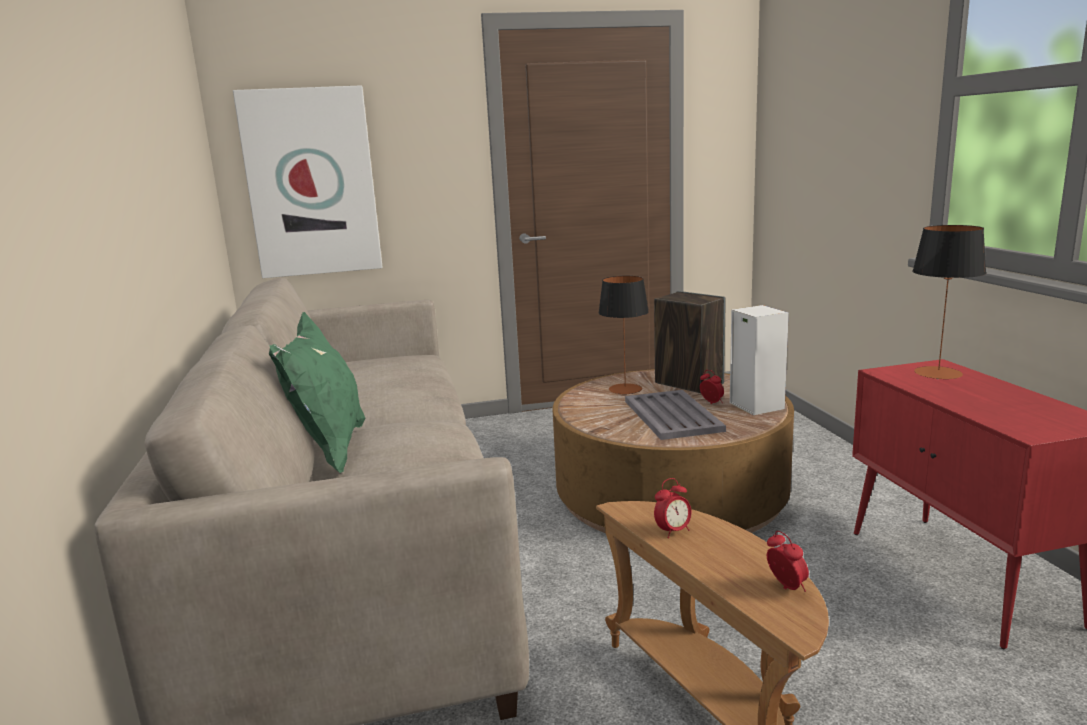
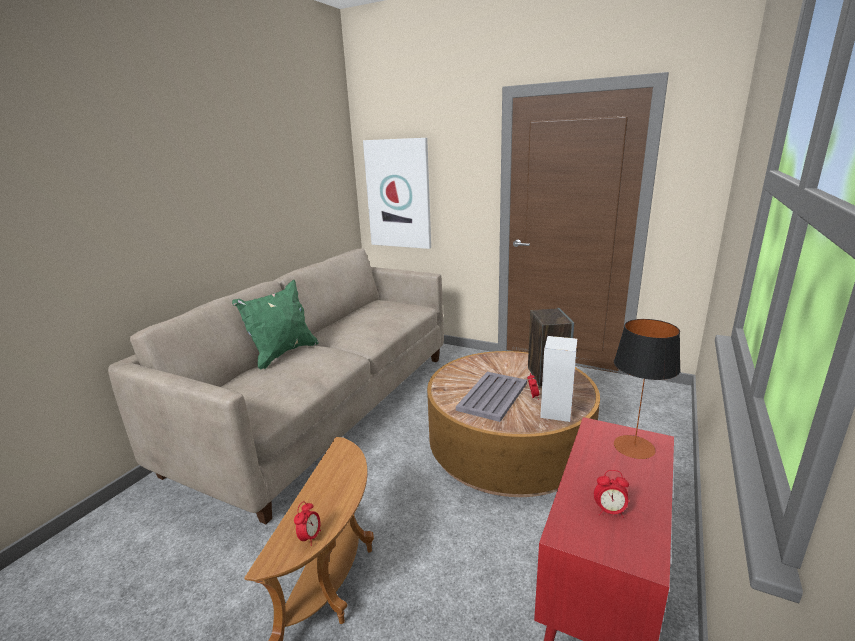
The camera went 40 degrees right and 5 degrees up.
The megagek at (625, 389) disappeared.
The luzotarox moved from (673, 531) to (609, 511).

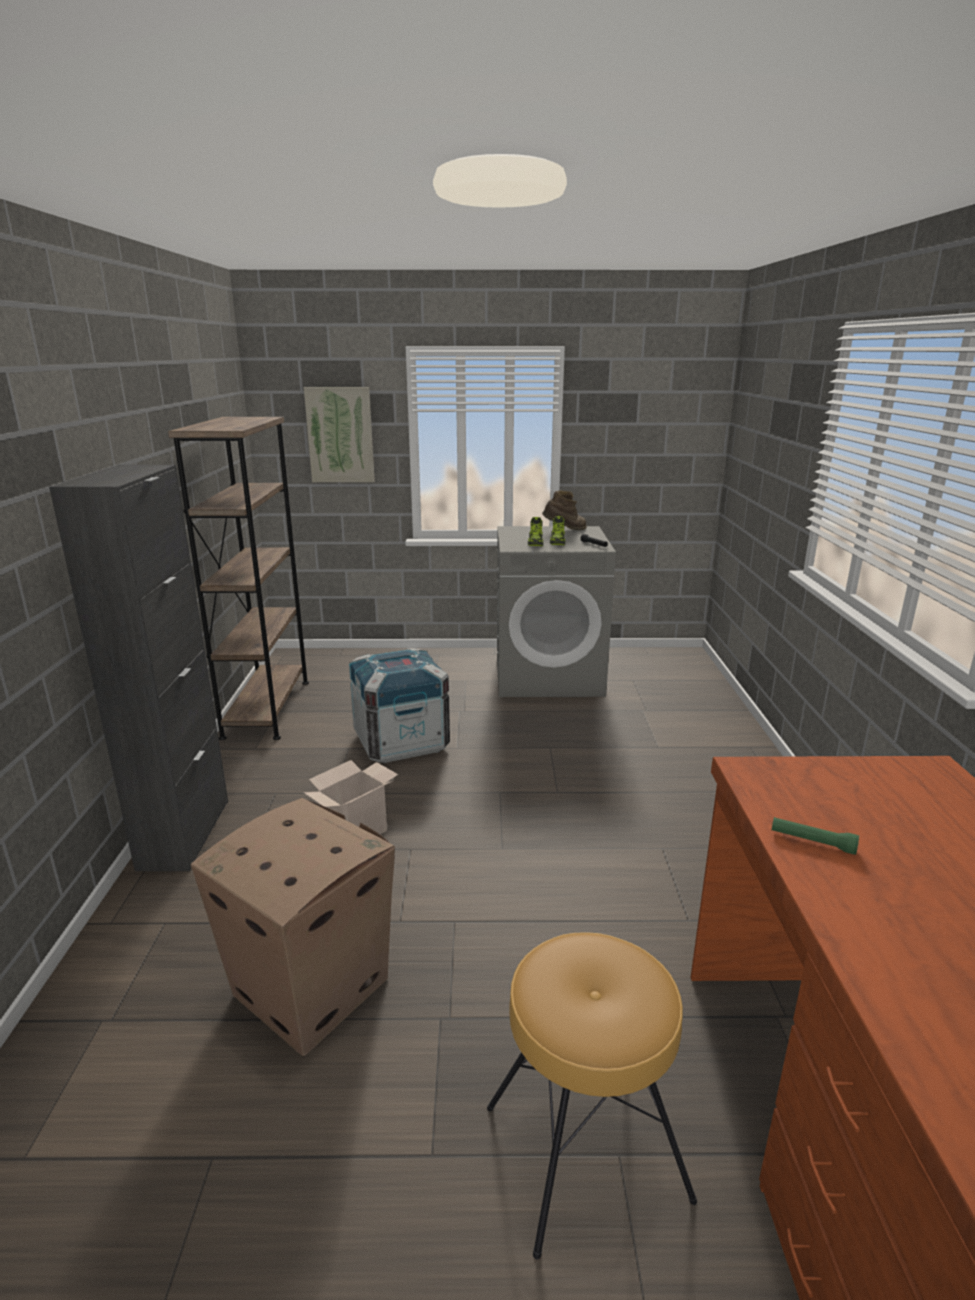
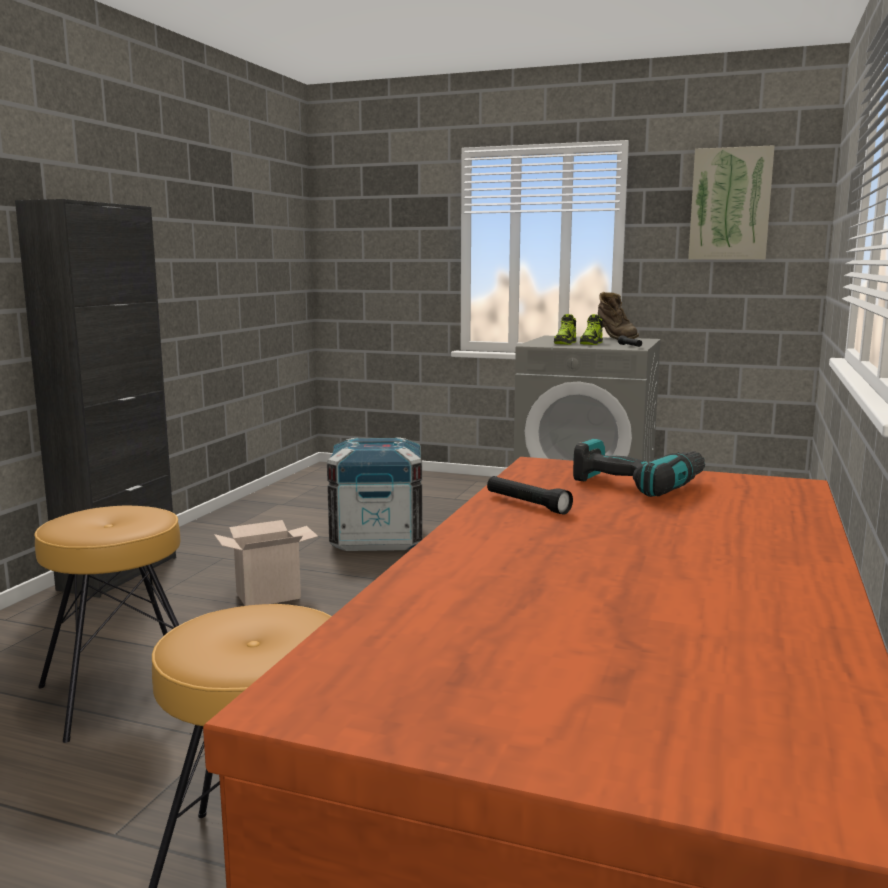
The camera went 20 degrees right and 10 degrees down.
The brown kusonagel at (267, 708) disappeared.
The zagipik at (310, 986) was replaced by the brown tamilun at (123, 692).
The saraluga moved from (340, 435) to (730, 204).
The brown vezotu at (565, 530) turned 60 degrees clockwise.
The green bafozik at (812, 842) became the black bafozik at (527, 504).
The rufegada at (637, 483) appeared.

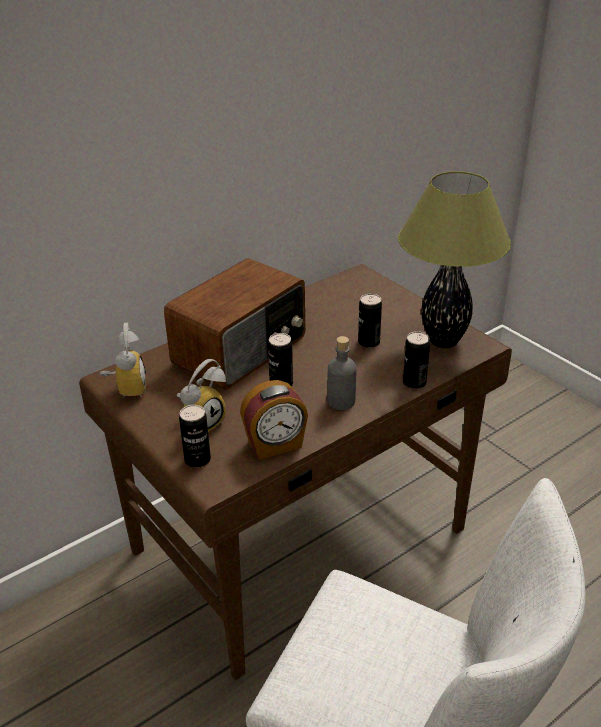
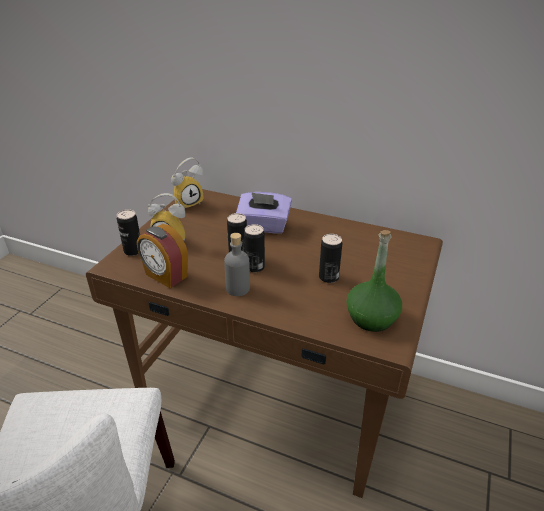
The camera went 60 degrees right and 0 degrees up.
The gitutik at (241, 350) was replaced by the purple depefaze at (264, 226).
The megagek at (443, 341) was replaced by the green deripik at (371, 318).
The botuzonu moved from (414, 382) to (255, 267).

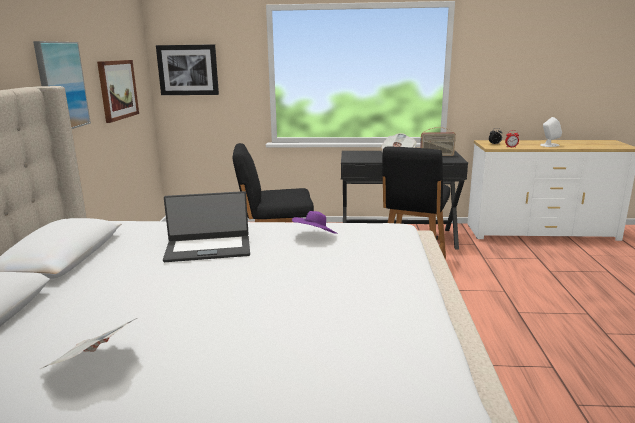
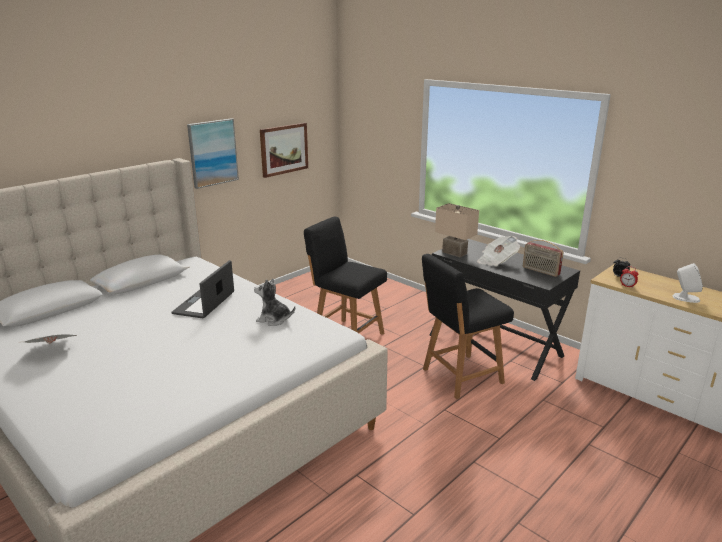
The camera went 40 degrees right and 5 degrees up.
The saraluga at (188, 70) disappeared.
The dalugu at (208, 249) turned 75 degrees clockwise.
The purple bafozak at (315, 237) was replaced by the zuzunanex at (274, 319).
The beige megagek at (455, 252) appeared.

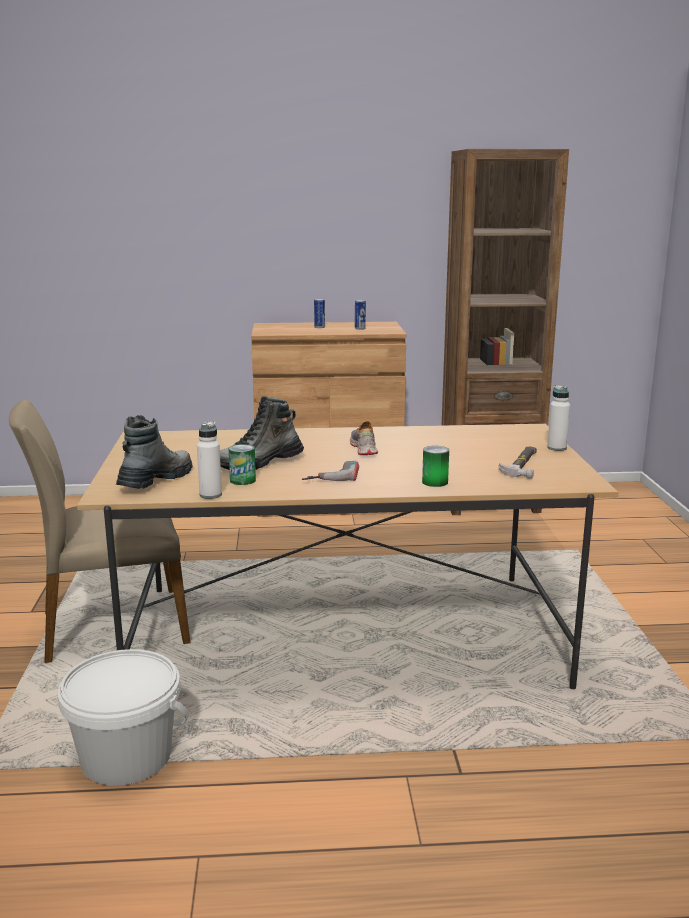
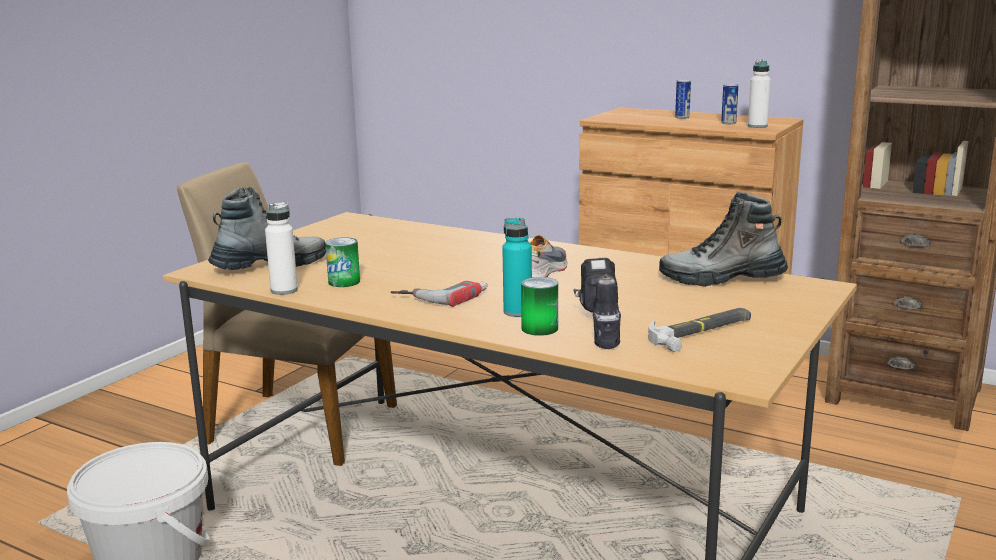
The camera went 35 degrees right and 0 degrees up.
The vezotu moved from (259, 463) to (722, 279).
The white deripik moved from (557, 448) to (757, 126).
The turquoise deripik at (517, 312) appeared.
The rufegada at (597, 329) appeared.

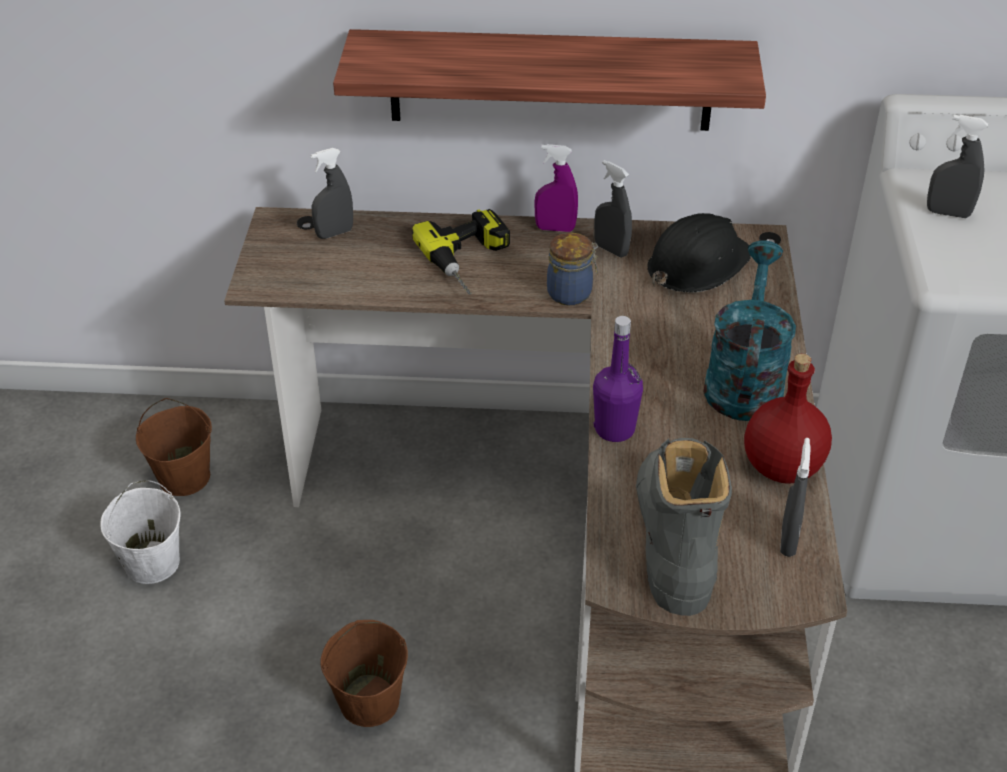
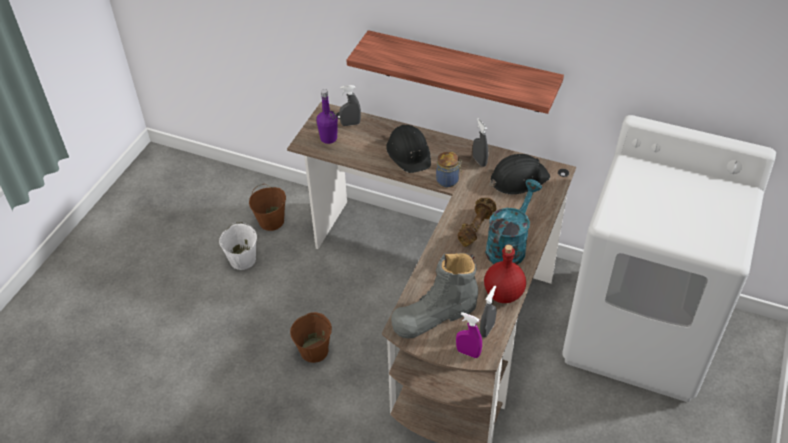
The camera went 20 degrees right and 5 degrees up.
The rufegada at (472, 261) was replaced by the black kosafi at (409, 153).
The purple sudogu moved from (555, 229) to (468, 352).
The purple deripik moved from (614, 429) to (328, 138).
The grey vezotu at (674, 539) turned 135 degrees counterclockwise.
The grey sudogu at (948, 213) disappeared.
The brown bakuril at (475, 228) appeared.

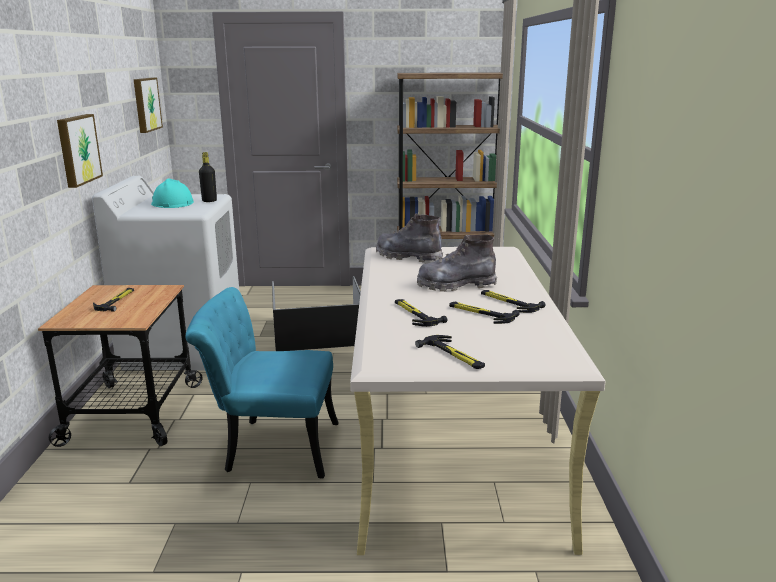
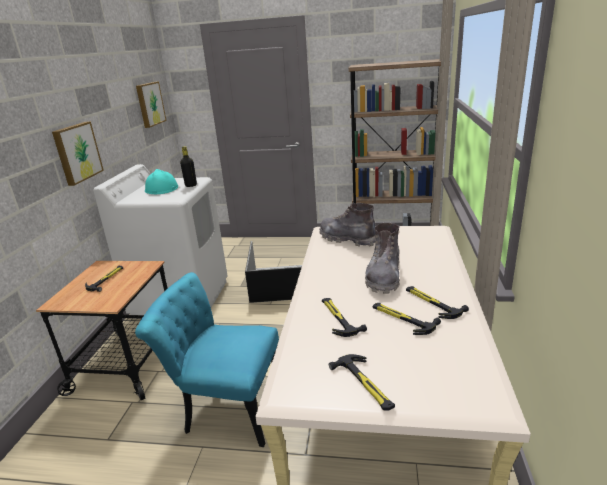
The camera went 10 degrees right and 5 degrees up.
The grey vezotu at (455, 285) turned 75 degrees counterclockwise.

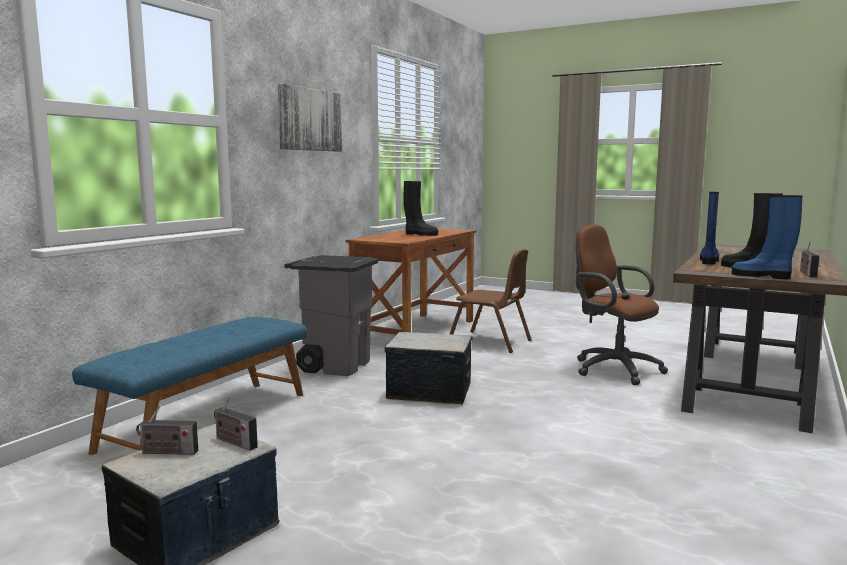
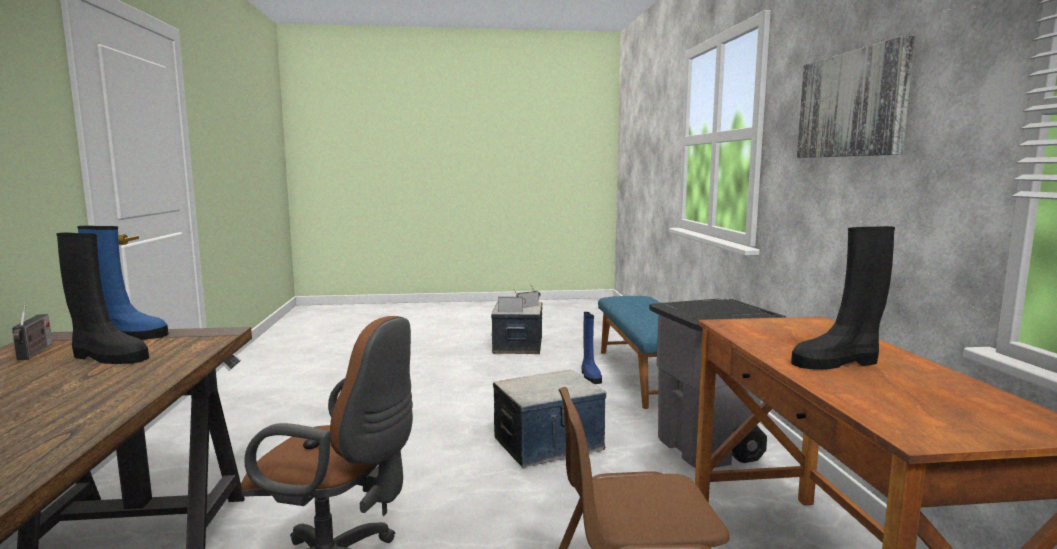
The camera went 145 degrees right and 0 degrees up.
The blue vezotu moved from (708, 261) to (590, 376).

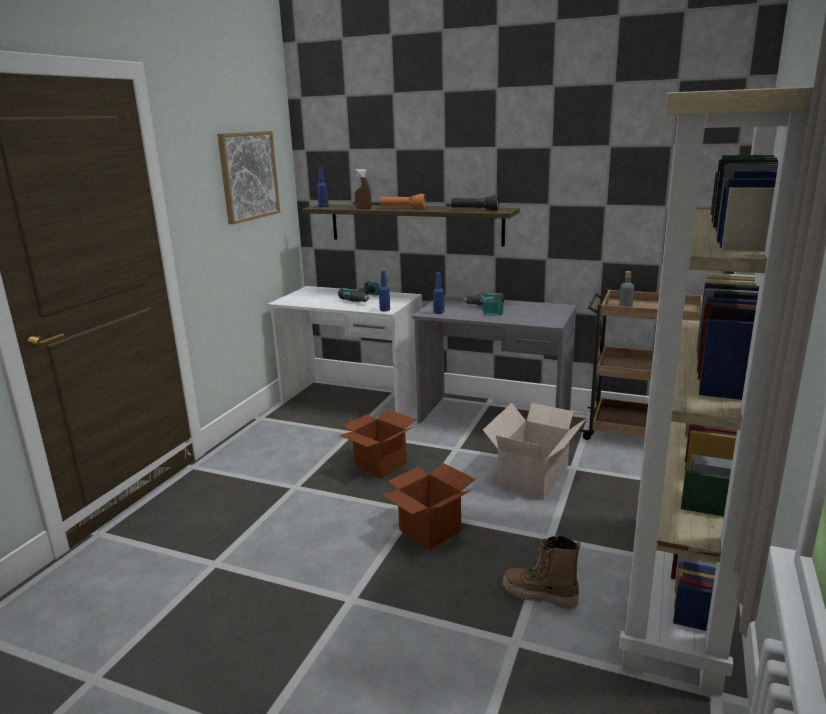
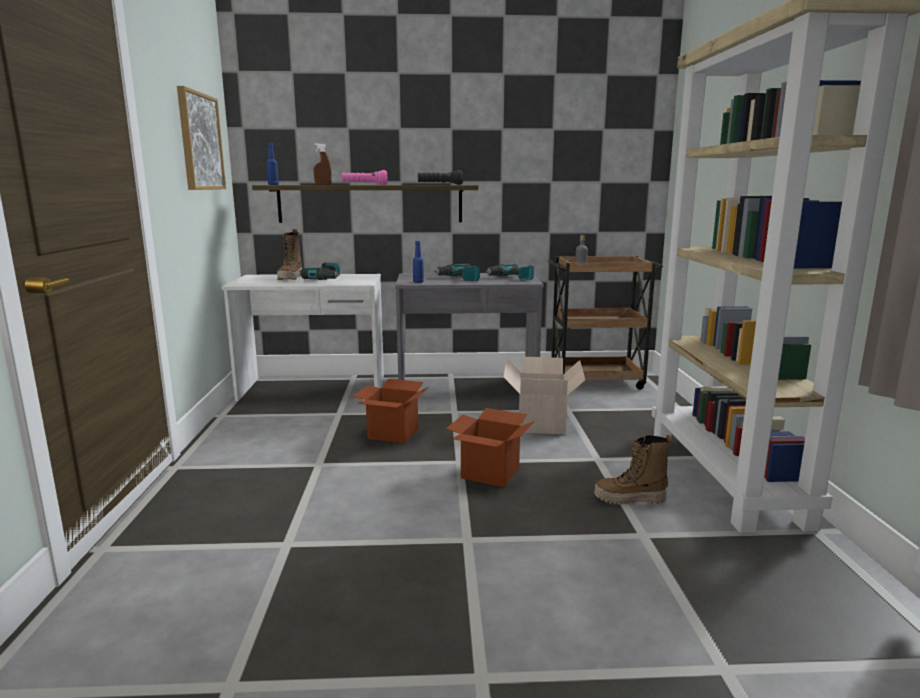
The camera went 25 degrees left and 5 degrees down.
The blue deripik at (385, 310) disappeared.
The orange bafozik at (403, 208) became the pink bafozik at (364, 184).
The vezotu at (291, 278) appeared.
The rufegada at (510, 278) appeared.

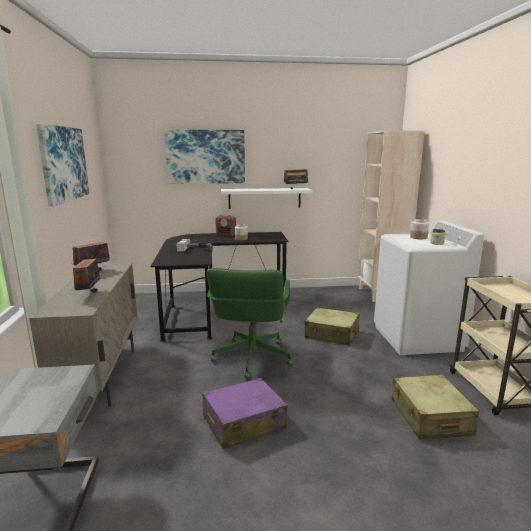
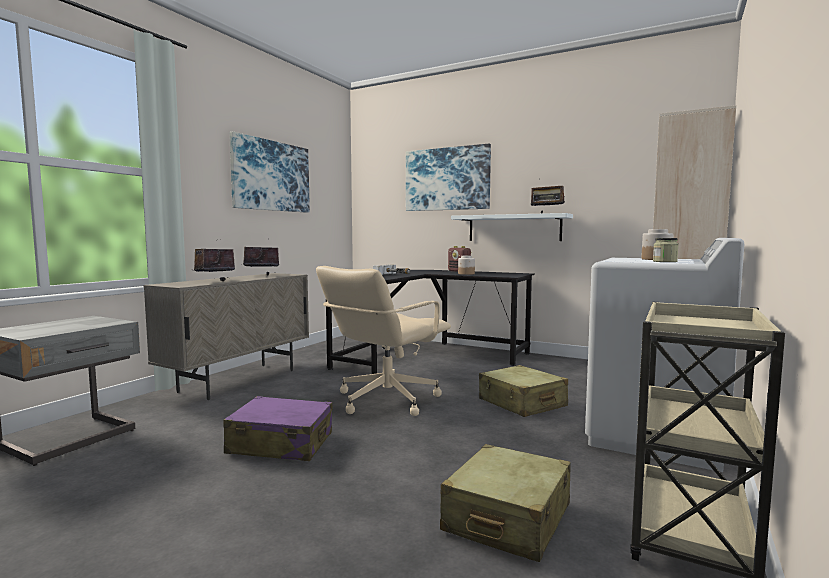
The camera went 35 degrees right and 10 degrees down.
The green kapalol at (251, 358) became the beige kapalol at (385, 400).

